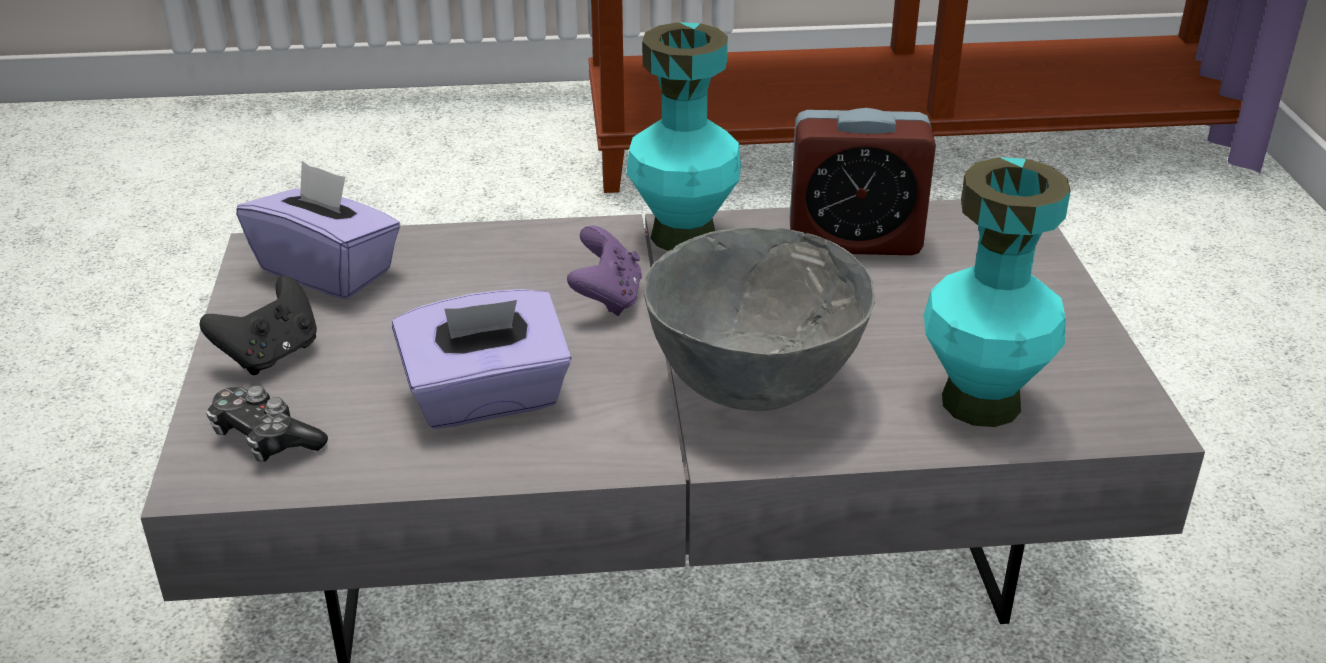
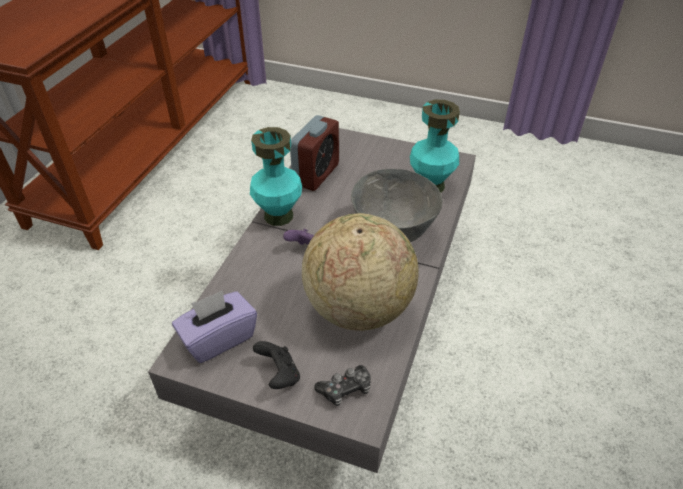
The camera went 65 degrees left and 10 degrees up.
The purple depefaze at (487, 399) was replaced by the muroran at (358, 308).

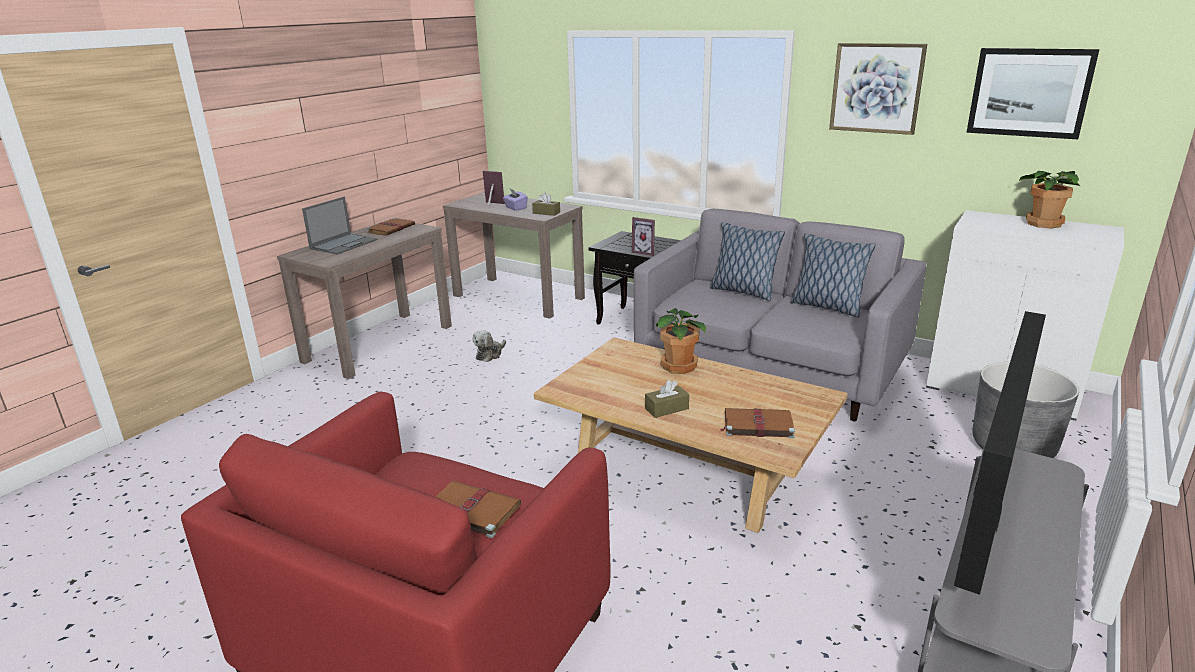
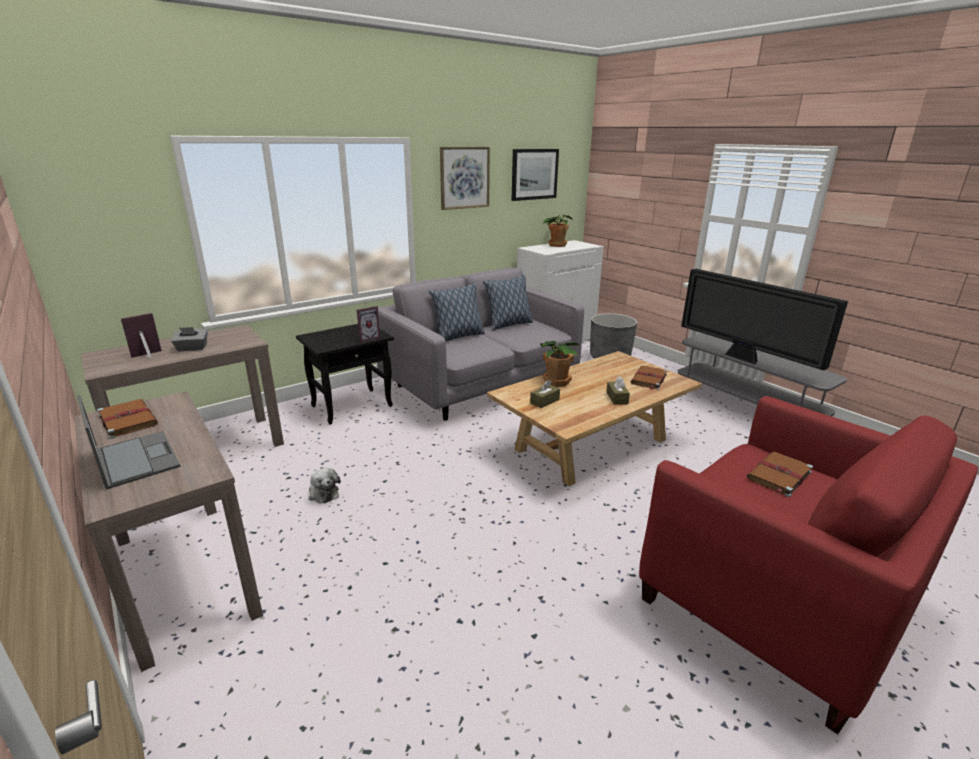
The camera went 70 degrees left and 0 degrees up.
The purple depefaze at (515, 208) became the grey depefaze at (192, 348).
The brown depefaze moved from (546, 213) to (544, 401).

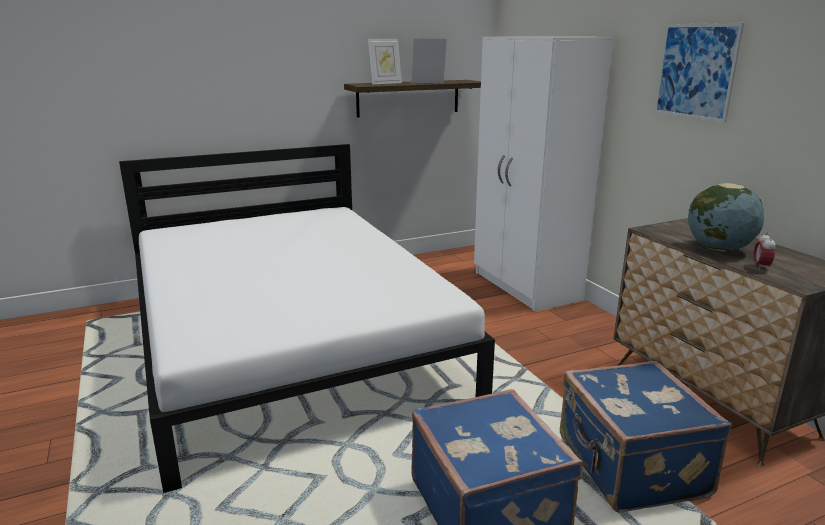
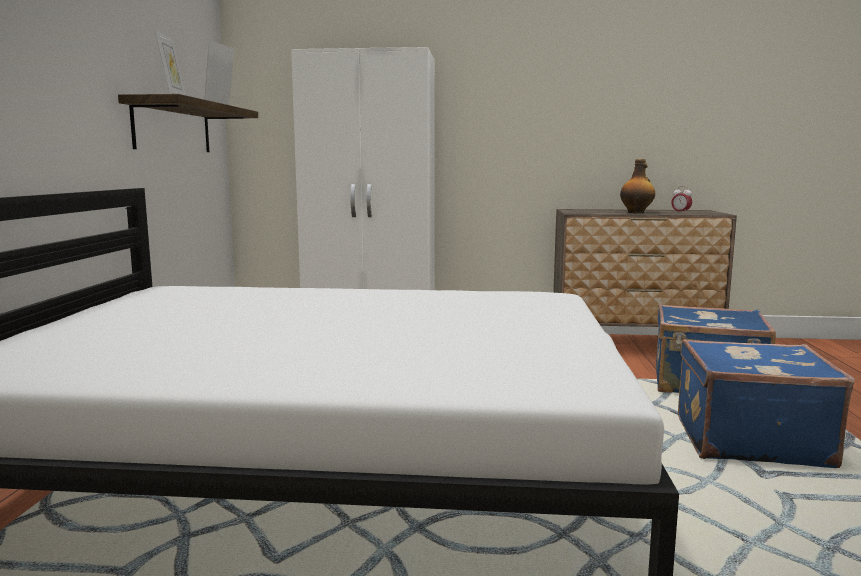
The camera went 60 degrees left and 10 degrees down.
The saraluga at (695, 71) disappeared.
The muroran at (718, 249) was replaced by the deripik at (636, 212).

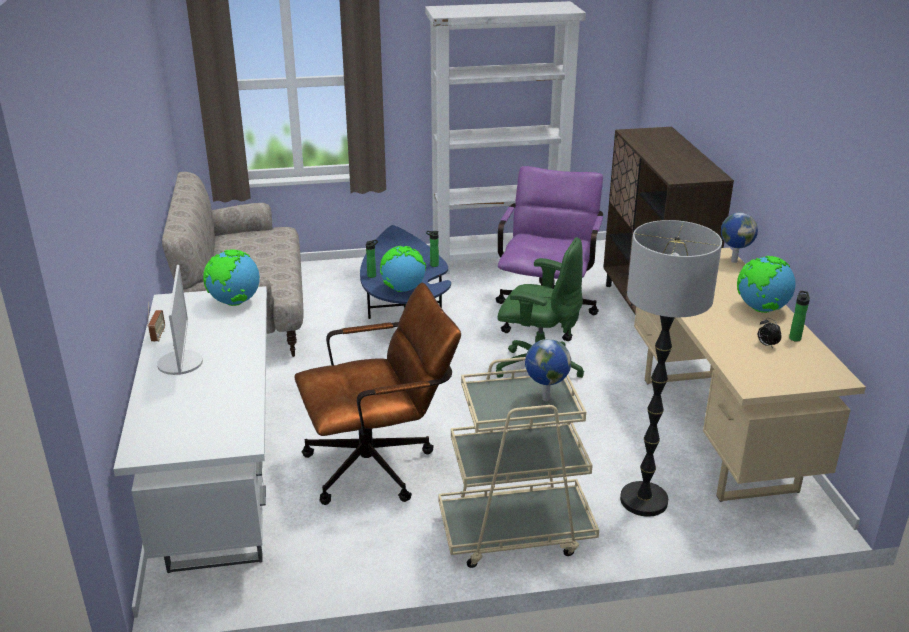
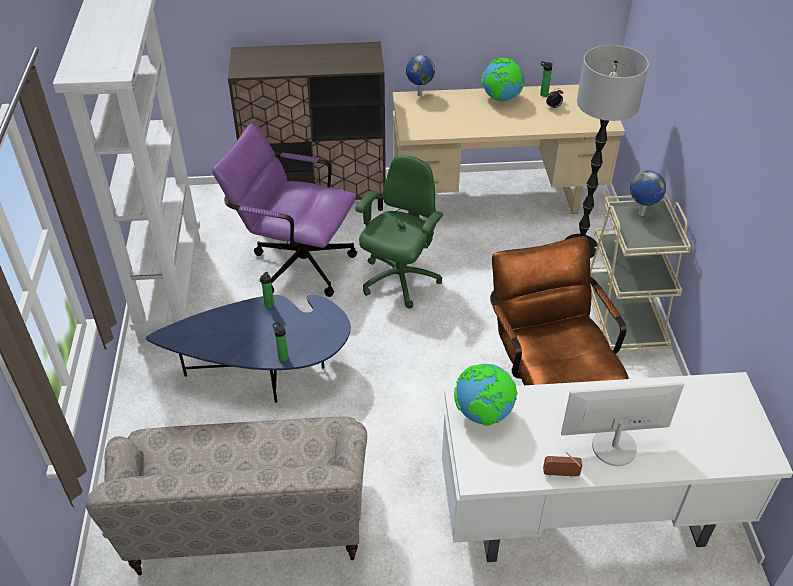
The camera went 85 degrees left and 15 degrees up.
The muroran at (403, 289) disappeared.

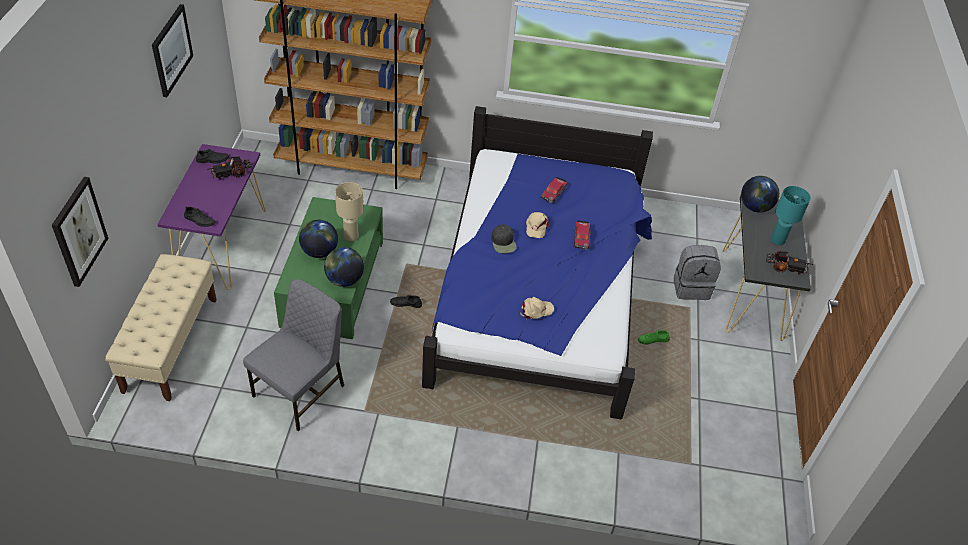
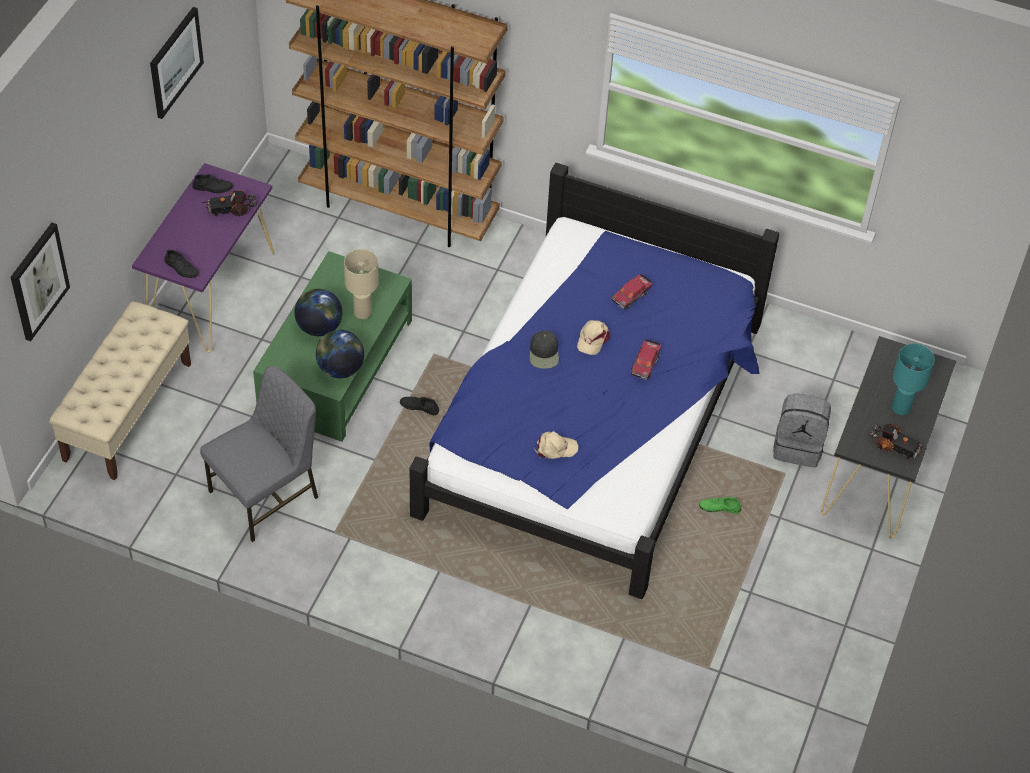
The camera went 15 degrees right and 5 degrees up.
The muroran at (755, 207) disappeared.

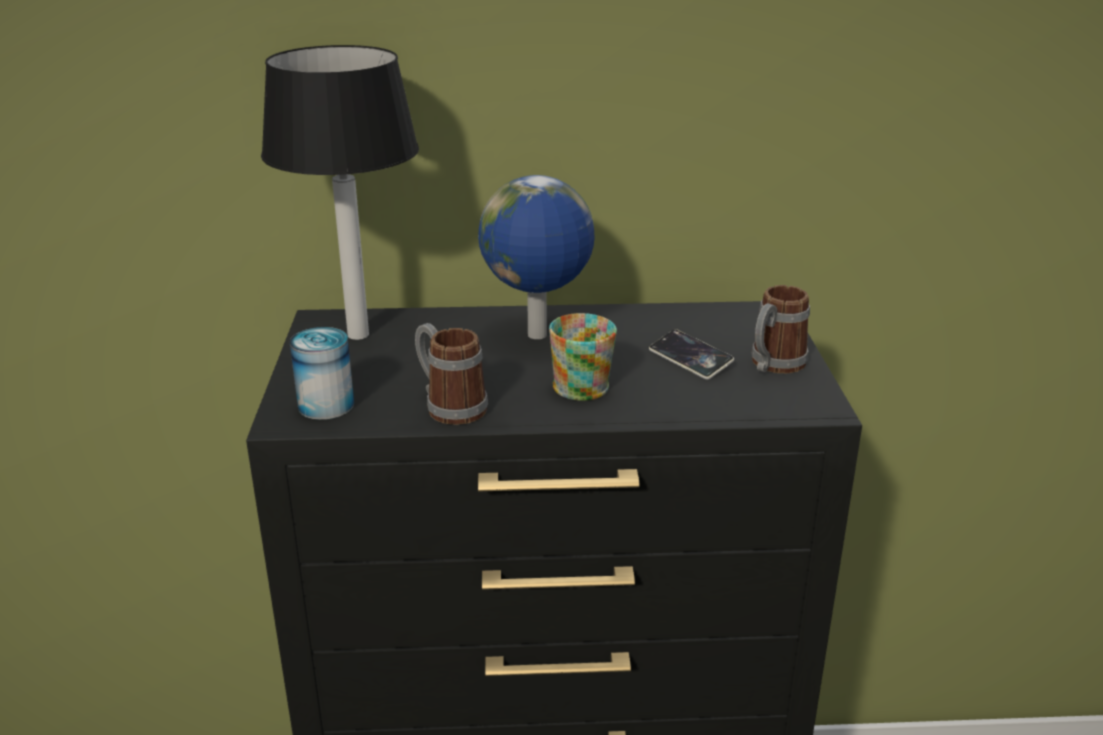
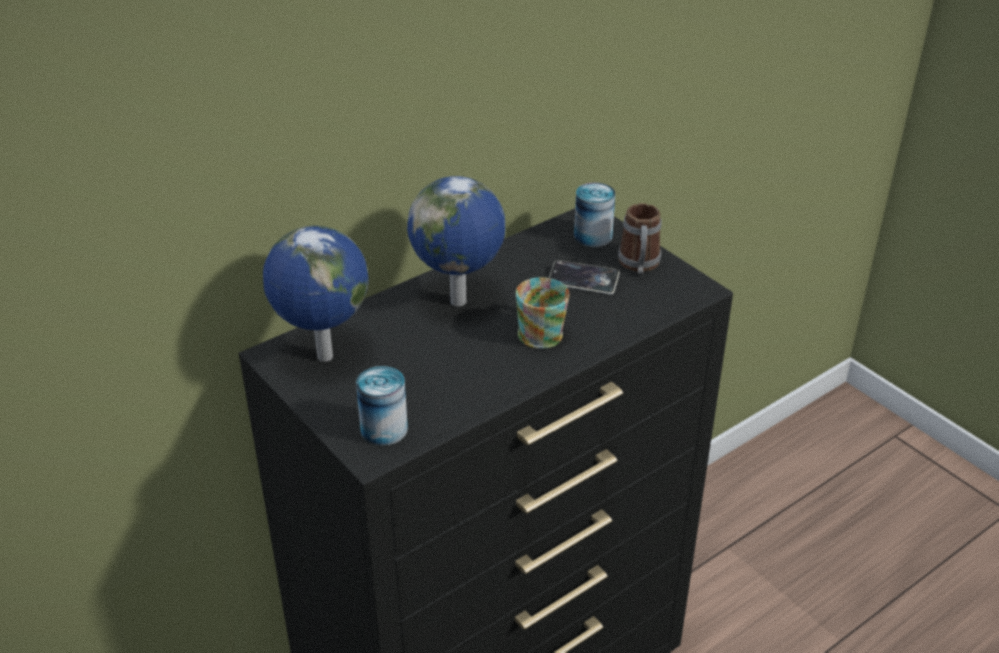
The camera went 35 degrees left and 10 degrees up.
The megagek at (357, 335) was replaced by the muroran at (323, 357).
The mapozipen at (449, 406) disappeared.
The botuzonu at (593, 236) appeared.

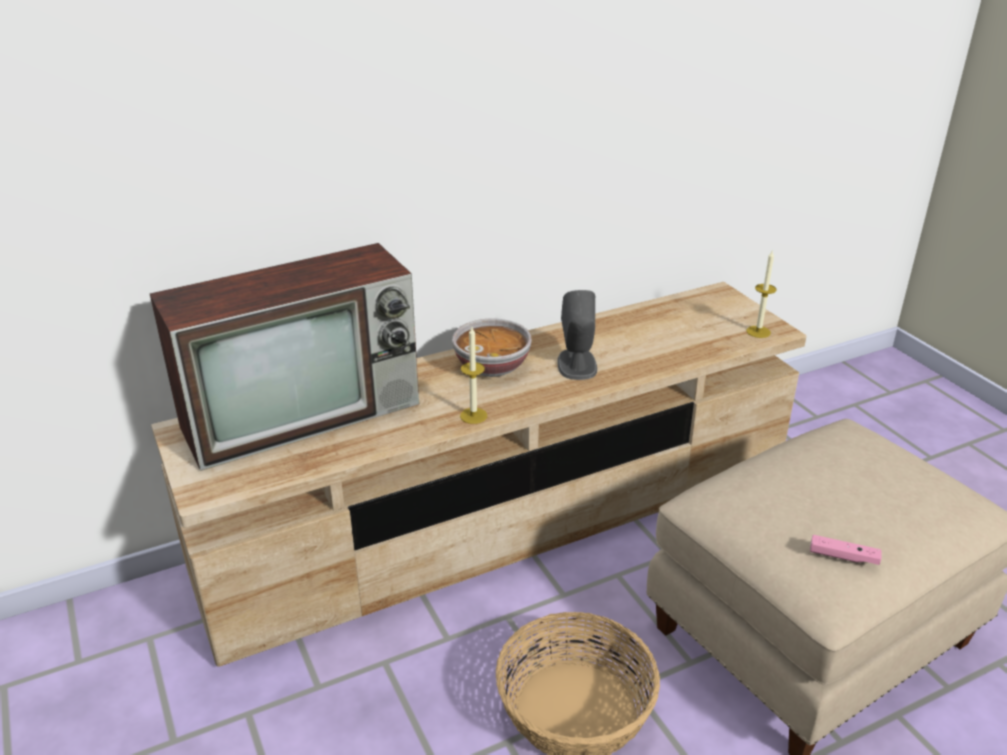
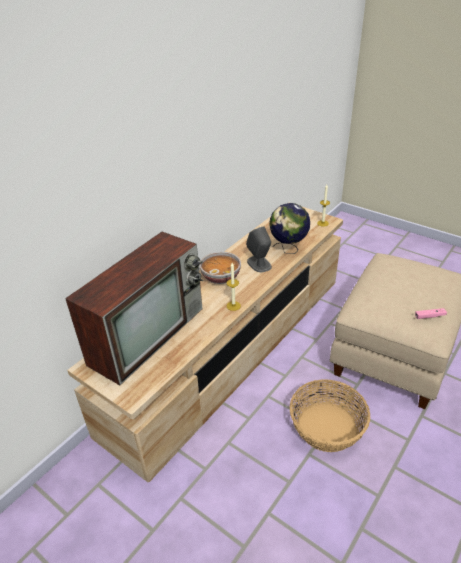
The camera went 25 degrees left and 5 degrees up.
The muroran at (288, 250) appeared.

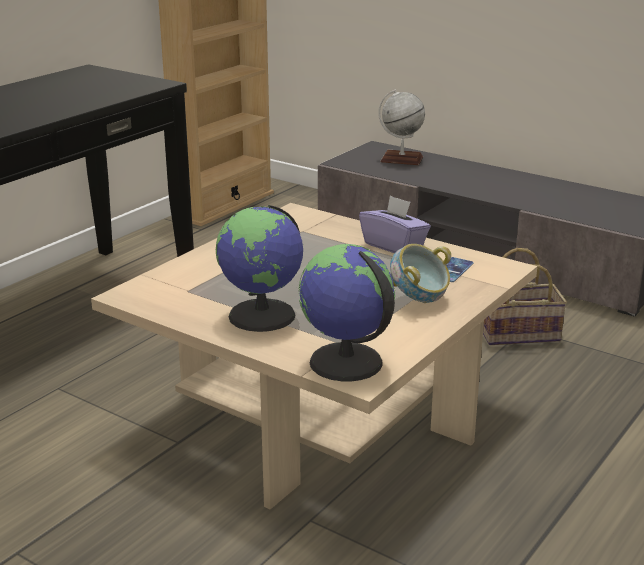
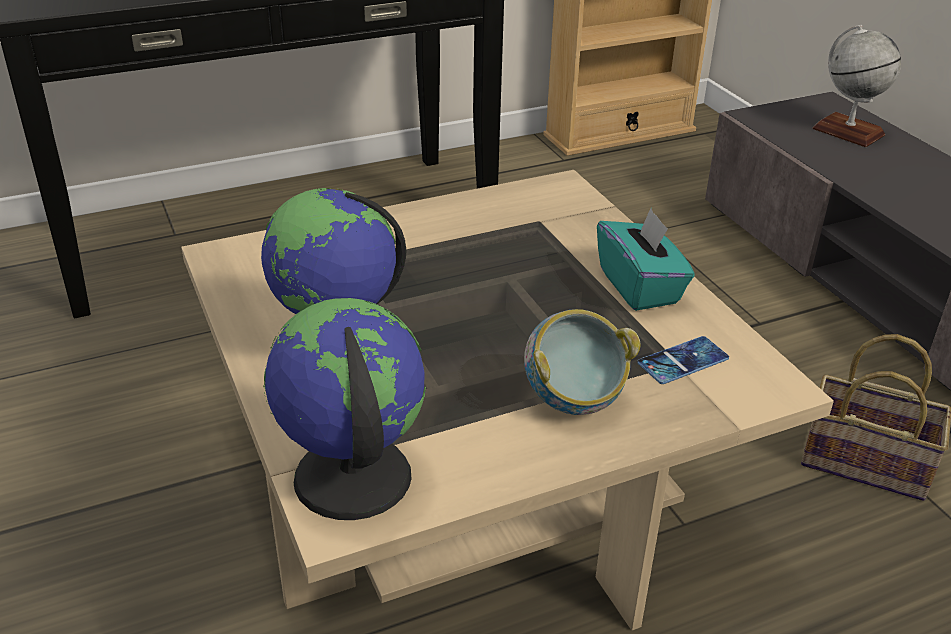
The camera went 30 degrees right and 10 degrees up.
The purple depefaze at (394, 246) became the turquoise depefaze at (640, 286).

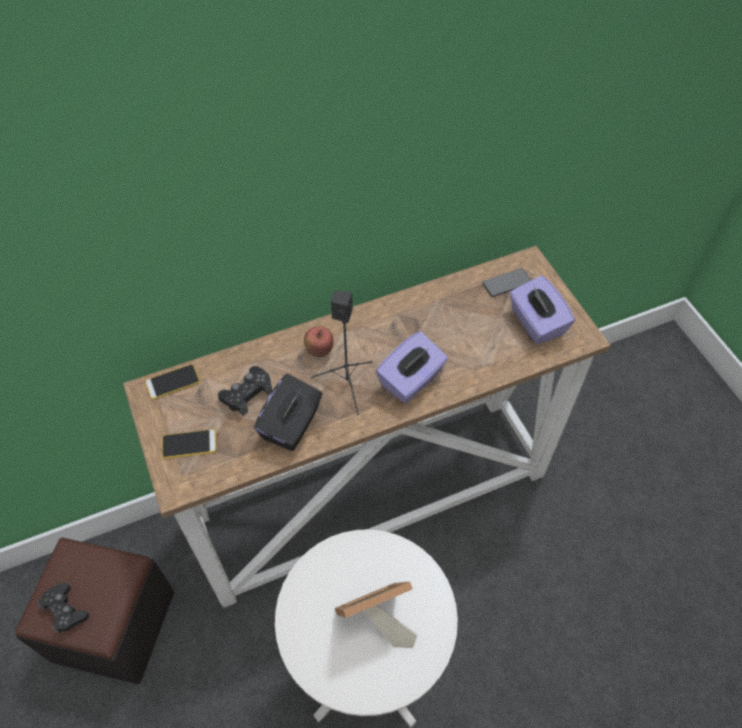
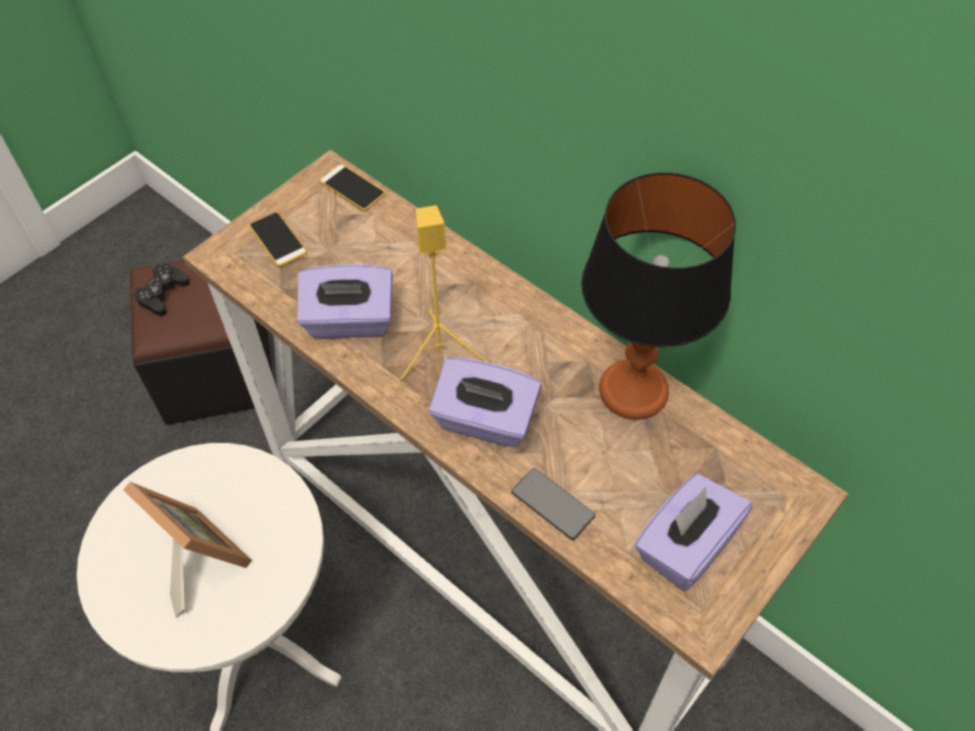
The camera went 65 degrees right and 0 degrees up.
The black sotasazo at (247, 393) disappeared.
The black depefaze at (292, 425) became the purple depefaze at (349, 321).
The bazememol at (319, 351) disappeared.
The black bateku at (347, 383) became the yellow bateku at (441, 352).
The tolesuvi moved from (507, 283) to (552, 504).
The megagek at (632, 391) appeared.

